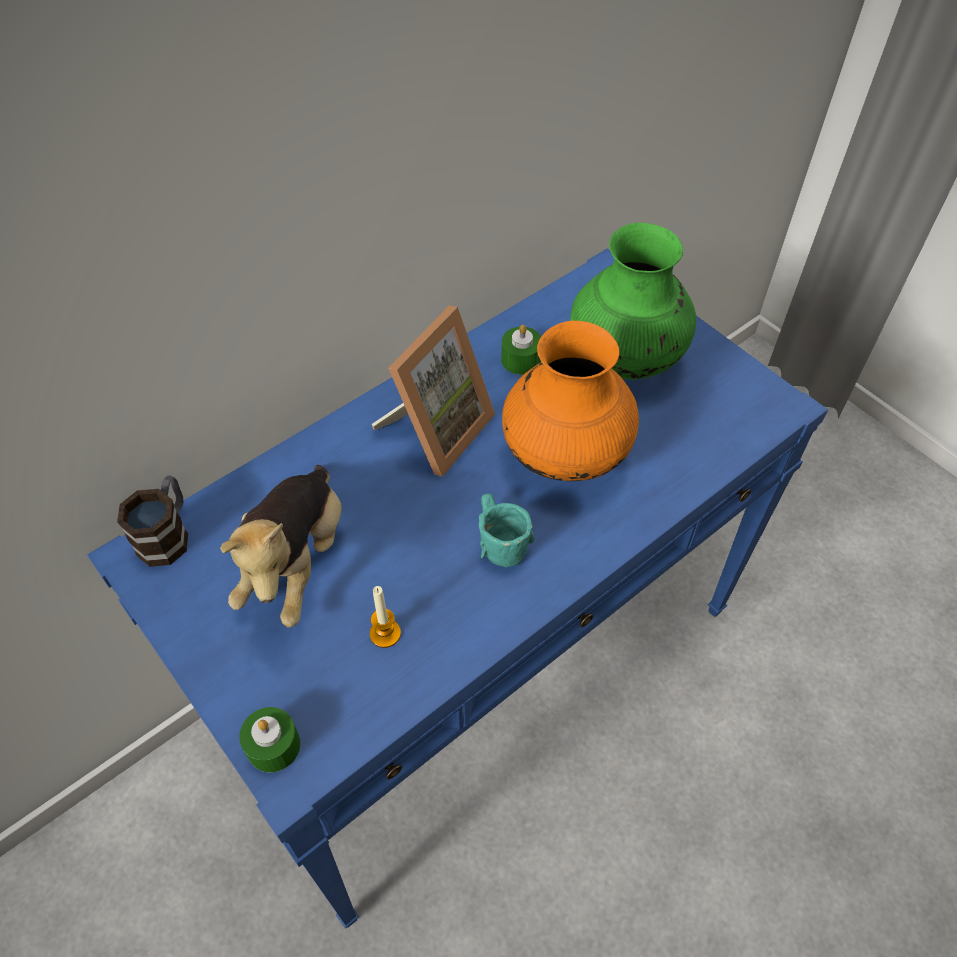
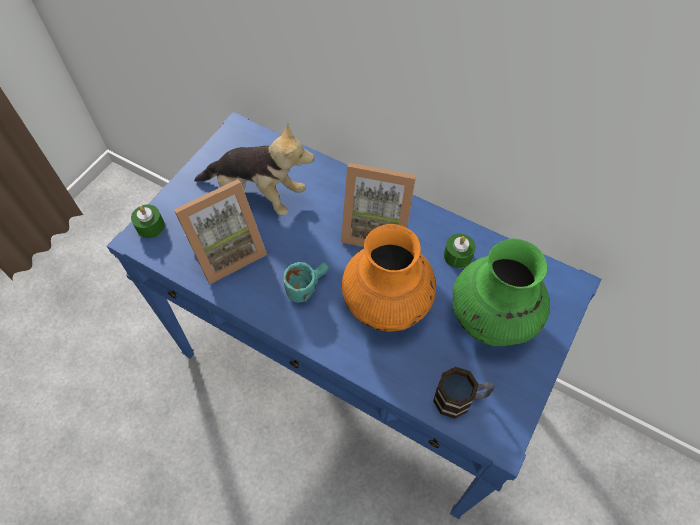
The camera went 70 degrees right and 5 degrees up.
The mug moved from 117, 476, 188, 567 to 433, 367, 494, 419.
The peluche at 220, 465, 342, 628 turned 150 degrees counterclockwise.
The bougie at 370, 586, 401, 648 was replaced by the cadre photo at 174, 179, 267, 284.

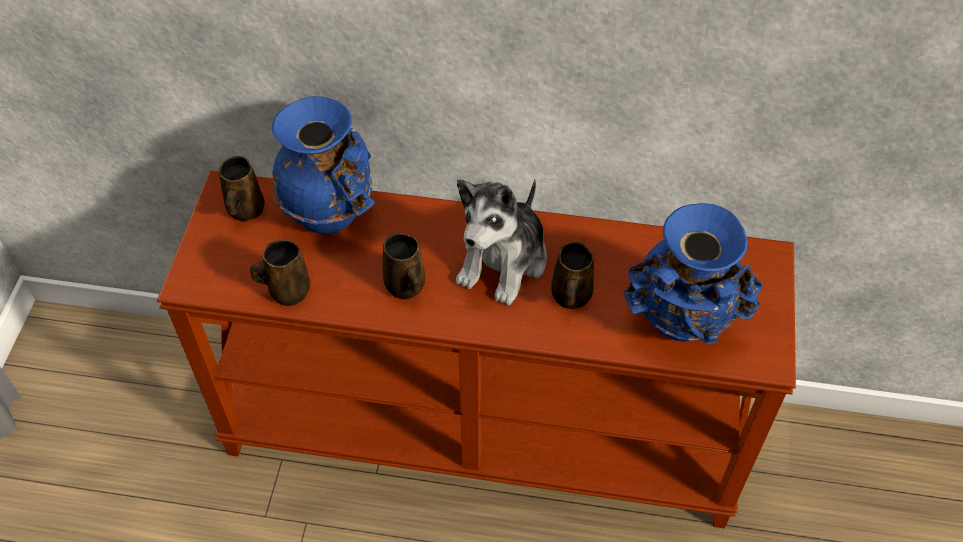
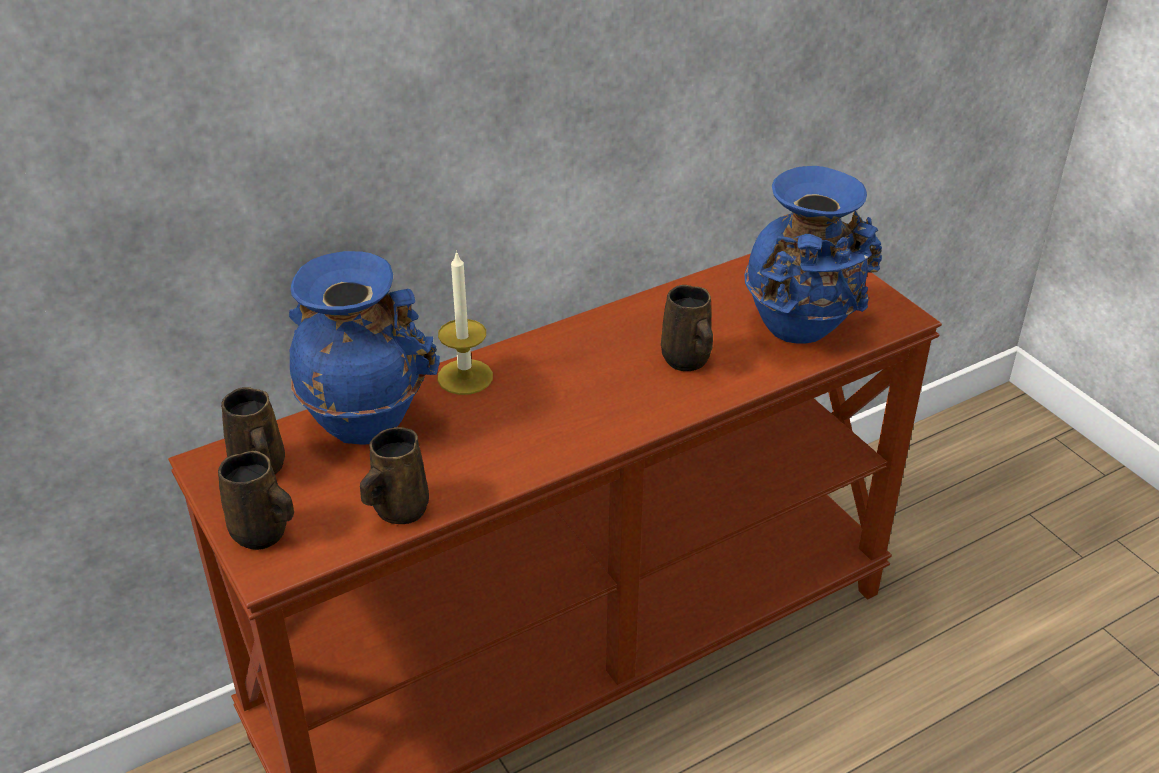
The camera went 40 degrees left and 15 degrees down.
The mug/marron moved from 382, 233, 425, 299 to 218, 451, 294, 550.
The peluche at 456, 179, 547, 305 disappeared.
The bougie at 438, 250, 493, 395 appeared.

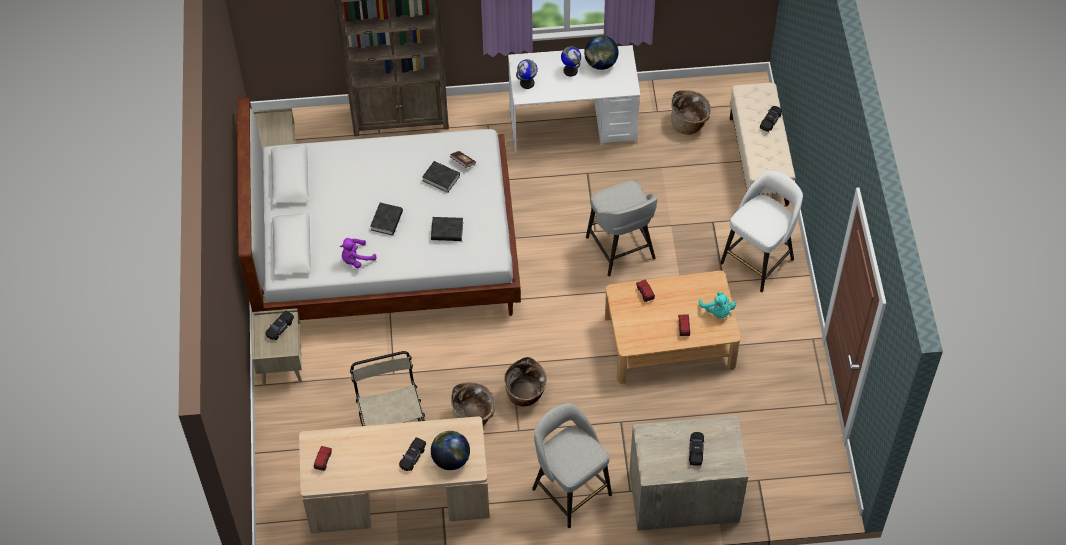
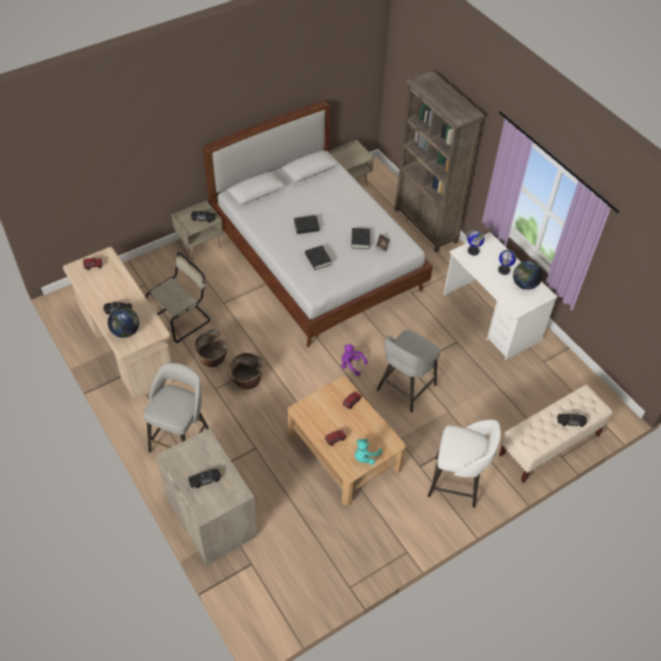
The camera went 60 degrees right and 5 degrees down.
The peluche/violet moved from 340, 238, 377, 268 to 341, 344, 368, 376.
The panier at 671, 90, 711, 135 disappeared.

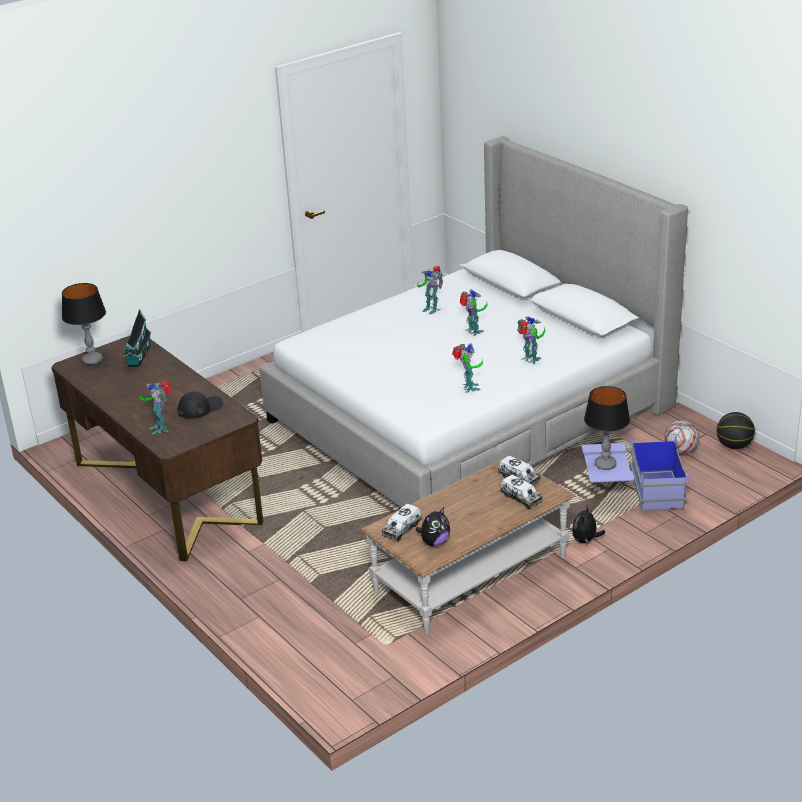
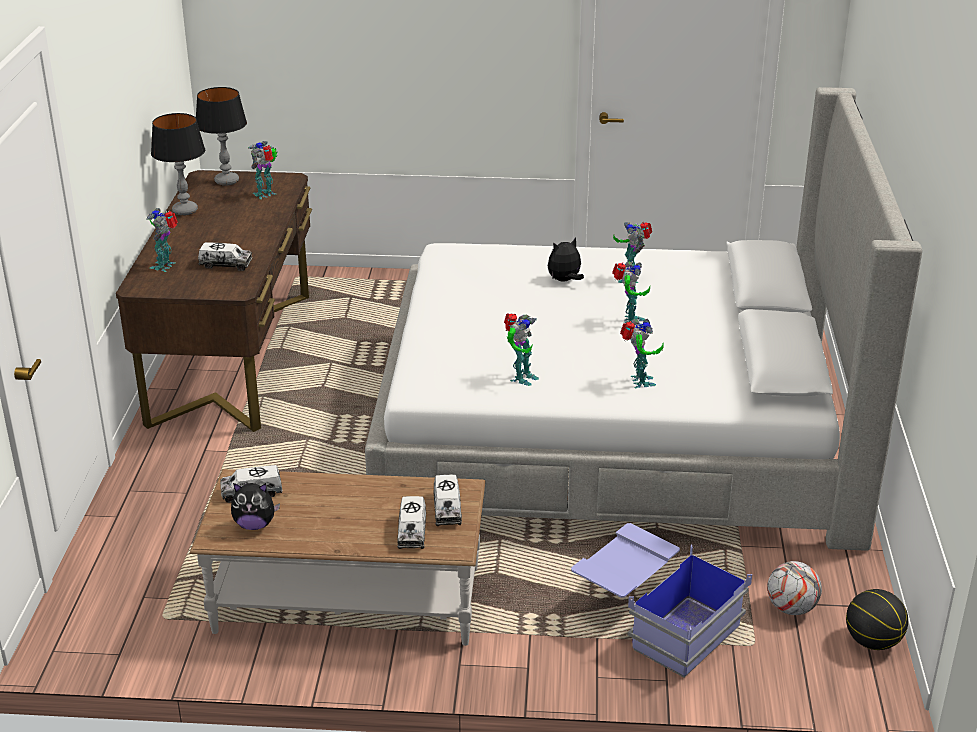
The camera went 40 degrees right and 0 degrees up.
The maison miniature at 123, 309, 151, 367 was replaced by the robot jouet at 248, 141, 277, 199.
The casquette/noir at 178, 391, 223, 419 was replaced by the camion jouet at 198, 242, 252, 271.
The peluche moved from 572, 506, 605, 544 to 548, 237, 584, 281.
The lampe de table moved from 584, 386, 630, 470 to 151, 113, 205, 215.

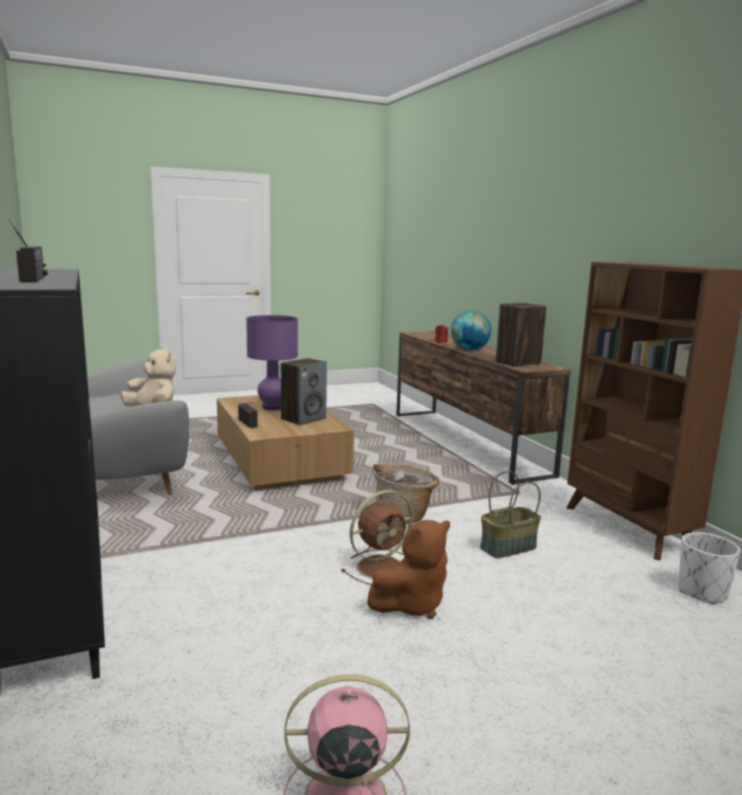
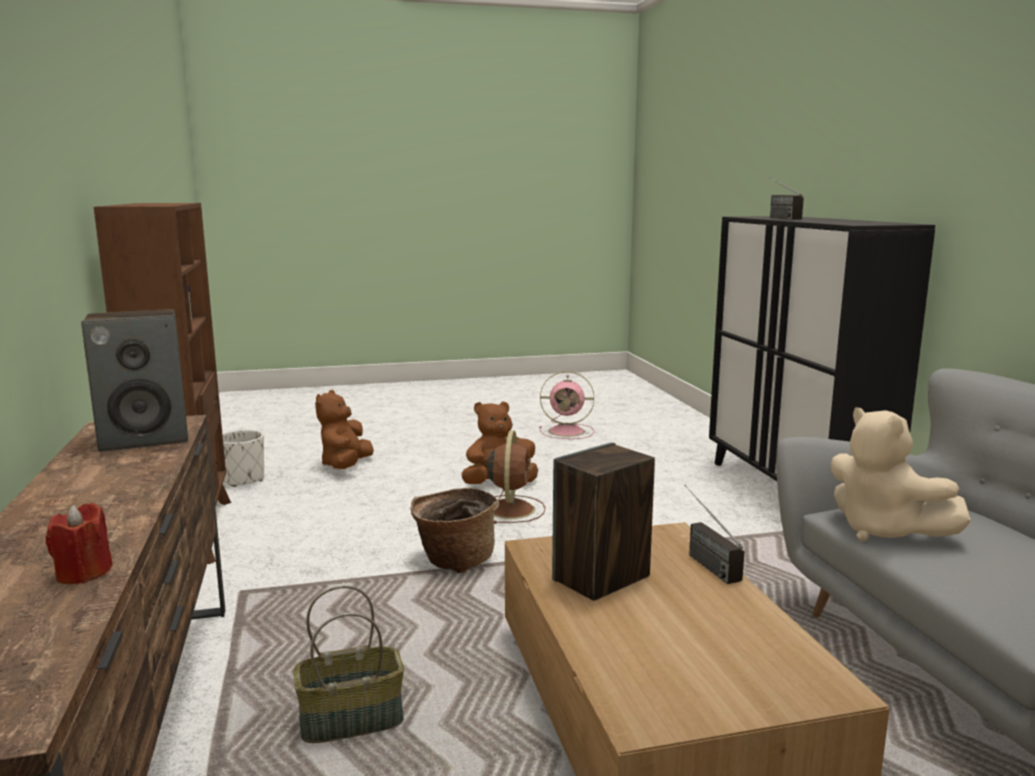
The camera went 170 degrees left and 0 degrees up.
The lampe de table/violet at 246, 315, 298, 410 disappeared.
The ventilateur/marron at 341, 490, 413, 585 turned 120 degrees clockwise.
The globe at 451, 310, 491, 351 disappeared.
The panier moved from 480, 471, 541, 558 to 293, 585, 404, 743.
The peluche/marron at 315, 390, 374, 469 appeared.

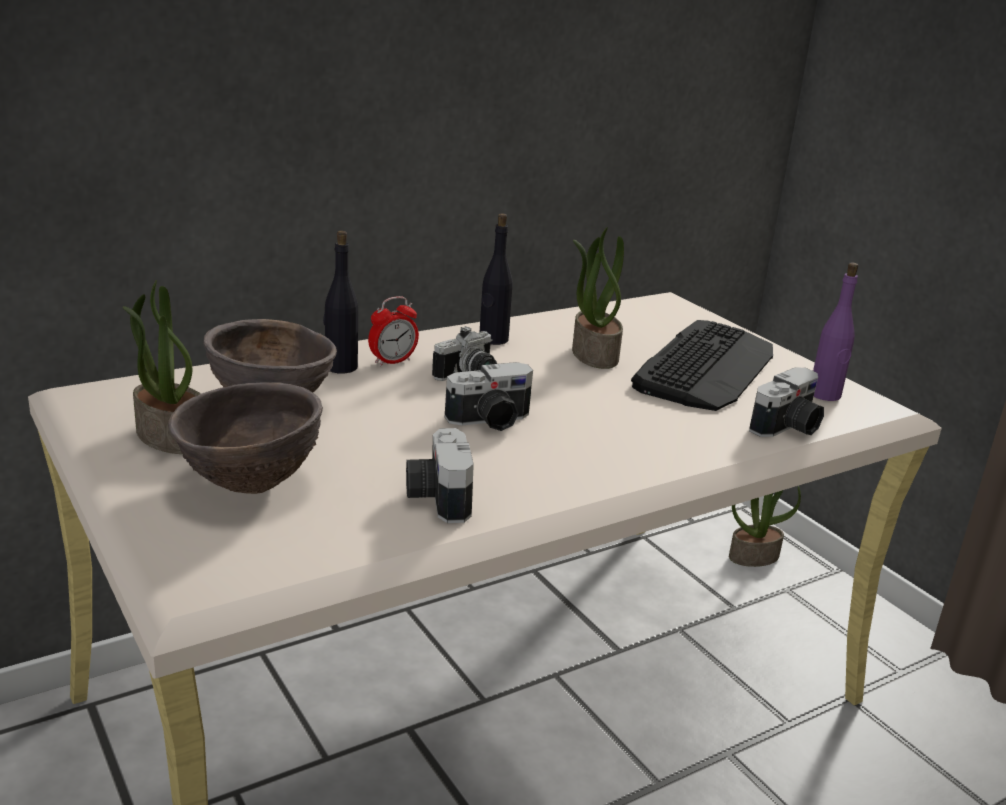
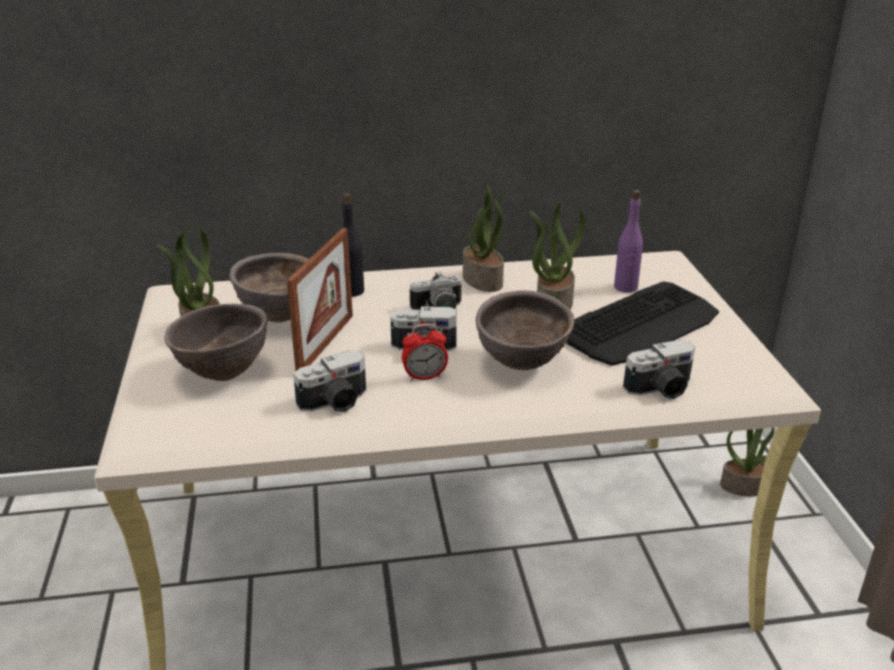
The camera went 25 degrees right and 5 degrees up.
The réveil moved from 368, 296, 419, 367 to 402, 324, 448, 381.
The appareil photo at 406, 428, 474, 523 turned 135 degrees counterclockwise.
The bouteille/noir at 480, 213, 513, 345 was replaced by the plante en pot at 463, 185, 509, 292.
The bouteille/violet moved from 813, 263, 858, 401 to 614, 190, 643, 293.
The cadre photo at 287, 228, 353, 371 appeared.
The bol/marron at 476, 290, 575, 371 appeared.

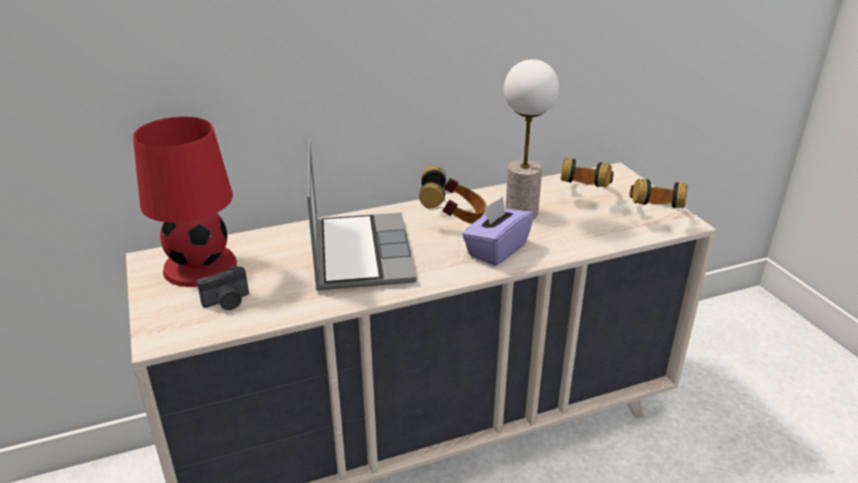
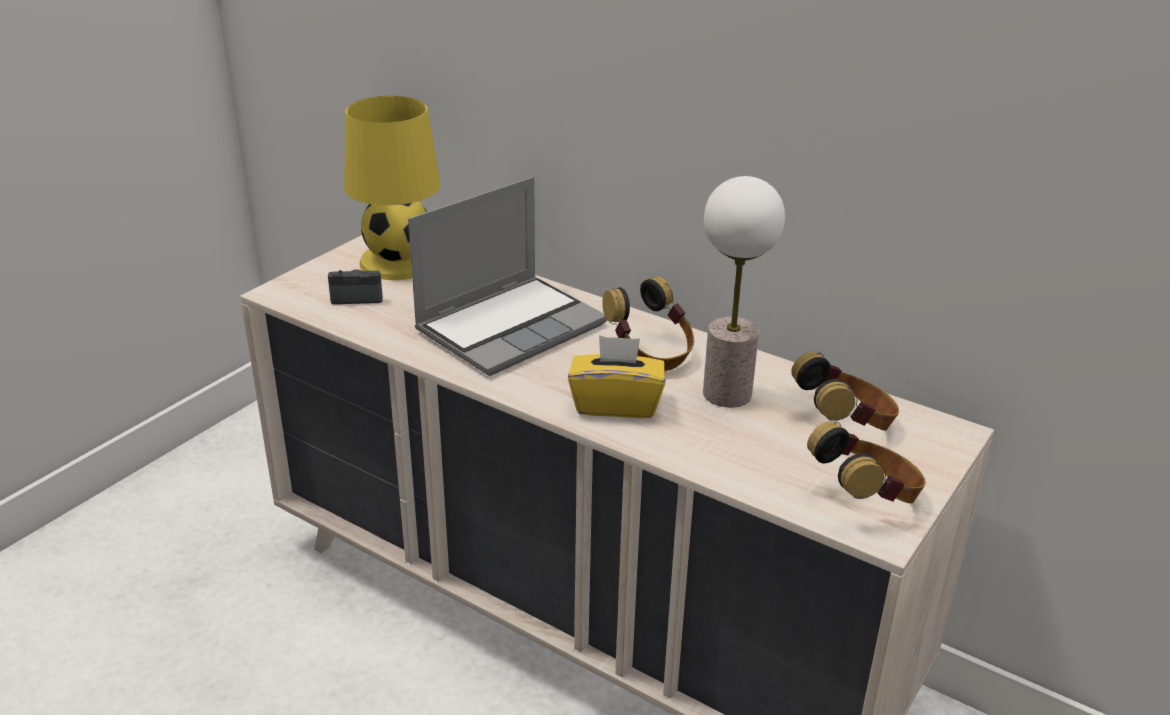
The camera went 55 degrees right and 0 degrees up.
The lampe de table/rouge at 133, 117, 237, 287 became the lampe de table/jaune at 344, 96, 441, 280.
The appareil photo at 197, 266, 249, 310 turned 150 degrees clockwise.
The boîte à mouchoirs/violet at 462, 197, 534, 266 became the boîte à mouchoirs/jaune at 568, 335, 665, 418.

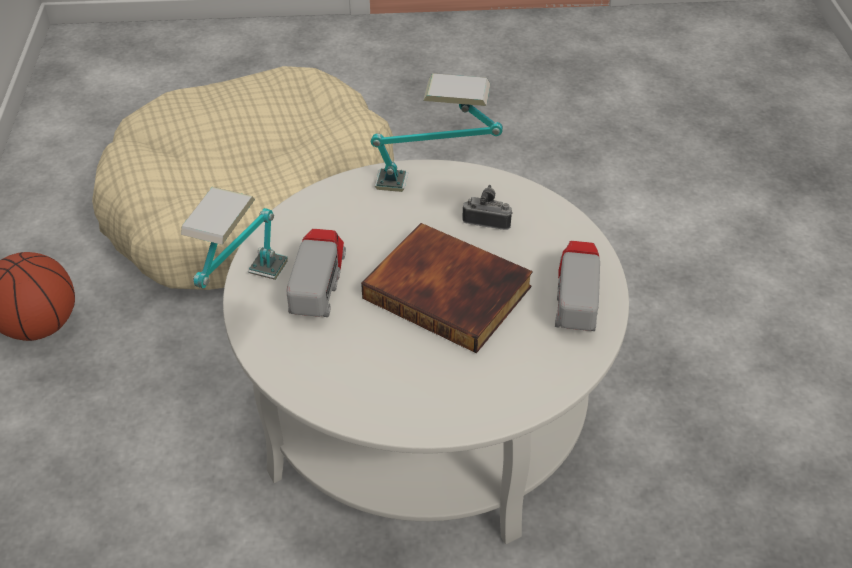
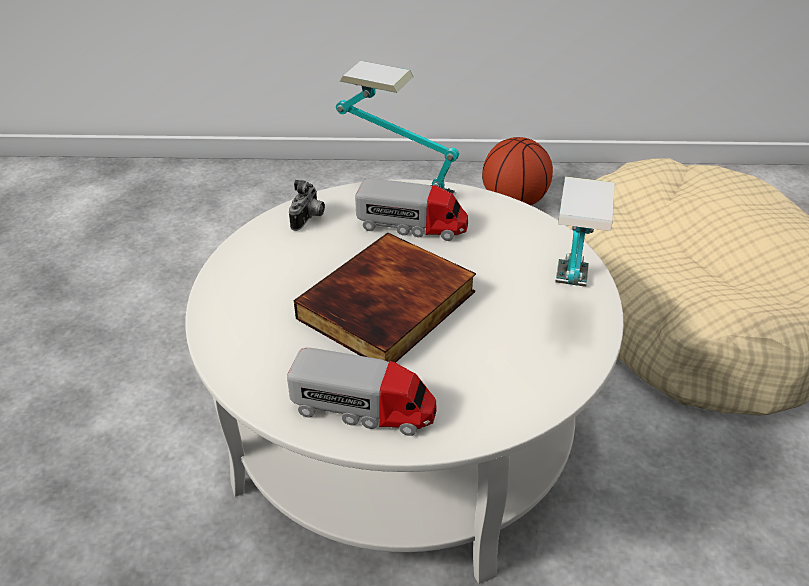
The camera went 95 degrees right and 5 degrees down.
The appareil photo moved from 462, 185, 513, 230 to 289, 180, 325, 231.

